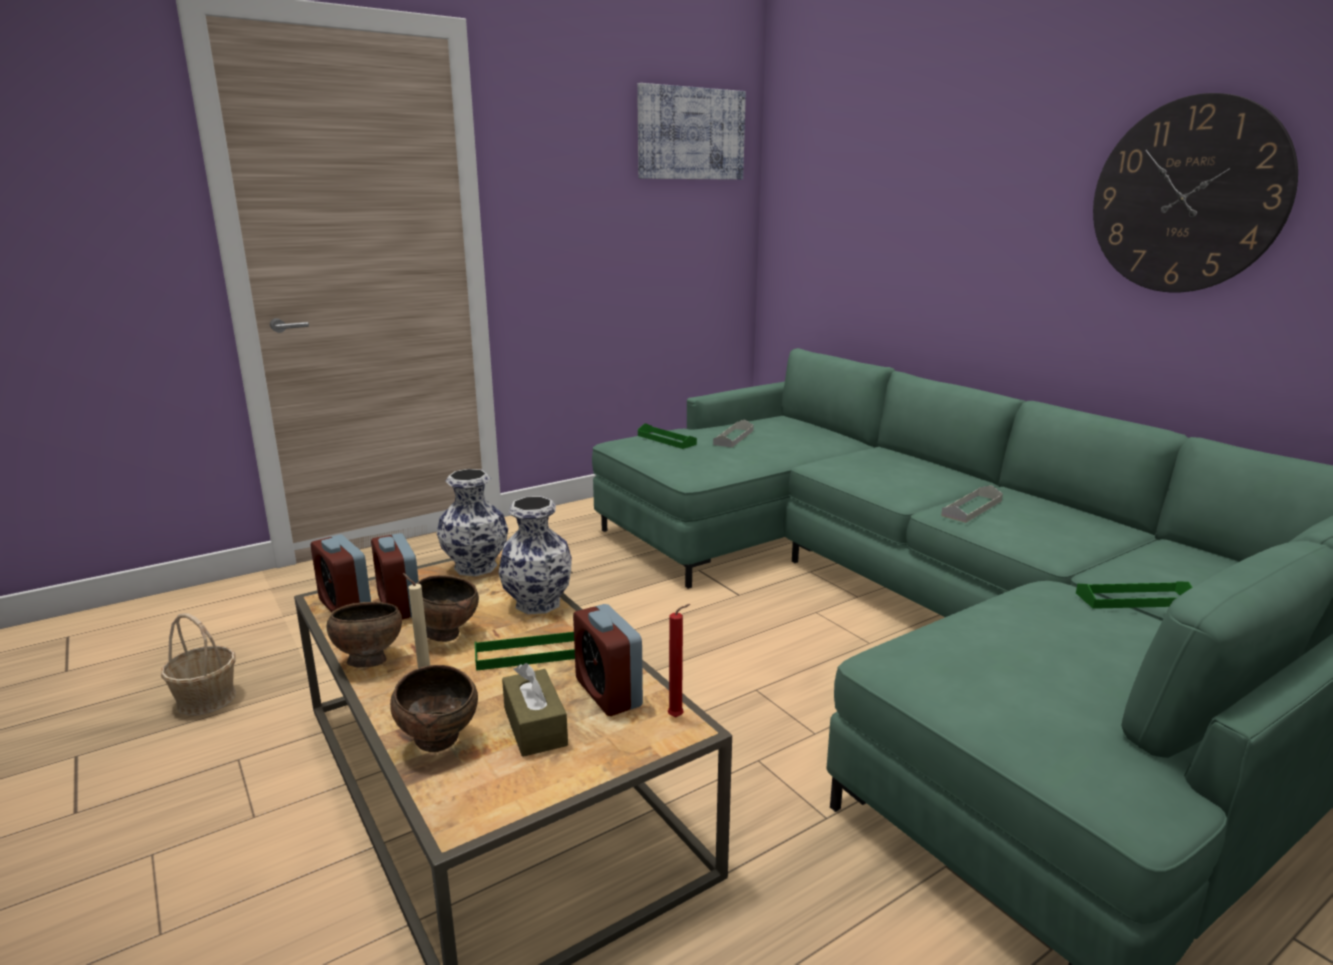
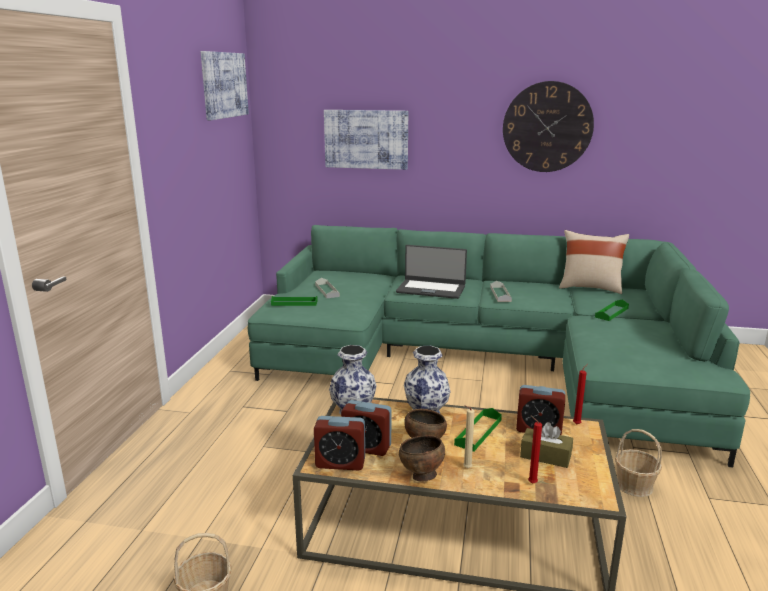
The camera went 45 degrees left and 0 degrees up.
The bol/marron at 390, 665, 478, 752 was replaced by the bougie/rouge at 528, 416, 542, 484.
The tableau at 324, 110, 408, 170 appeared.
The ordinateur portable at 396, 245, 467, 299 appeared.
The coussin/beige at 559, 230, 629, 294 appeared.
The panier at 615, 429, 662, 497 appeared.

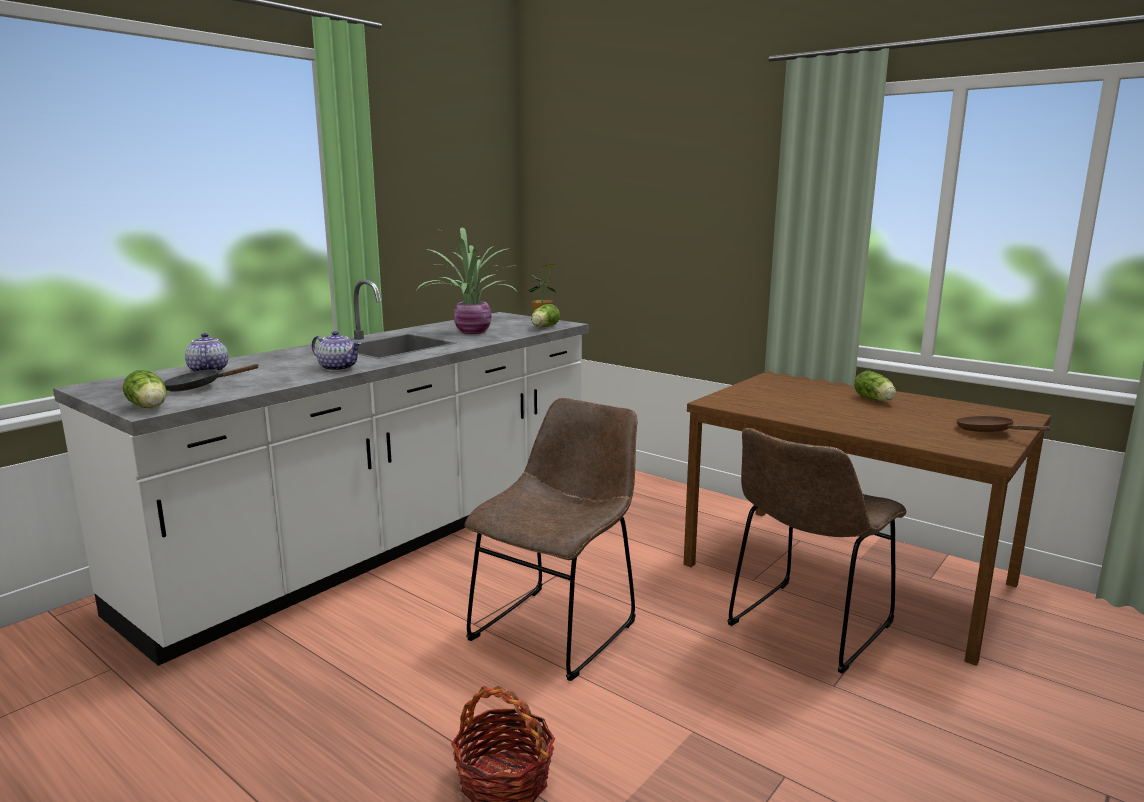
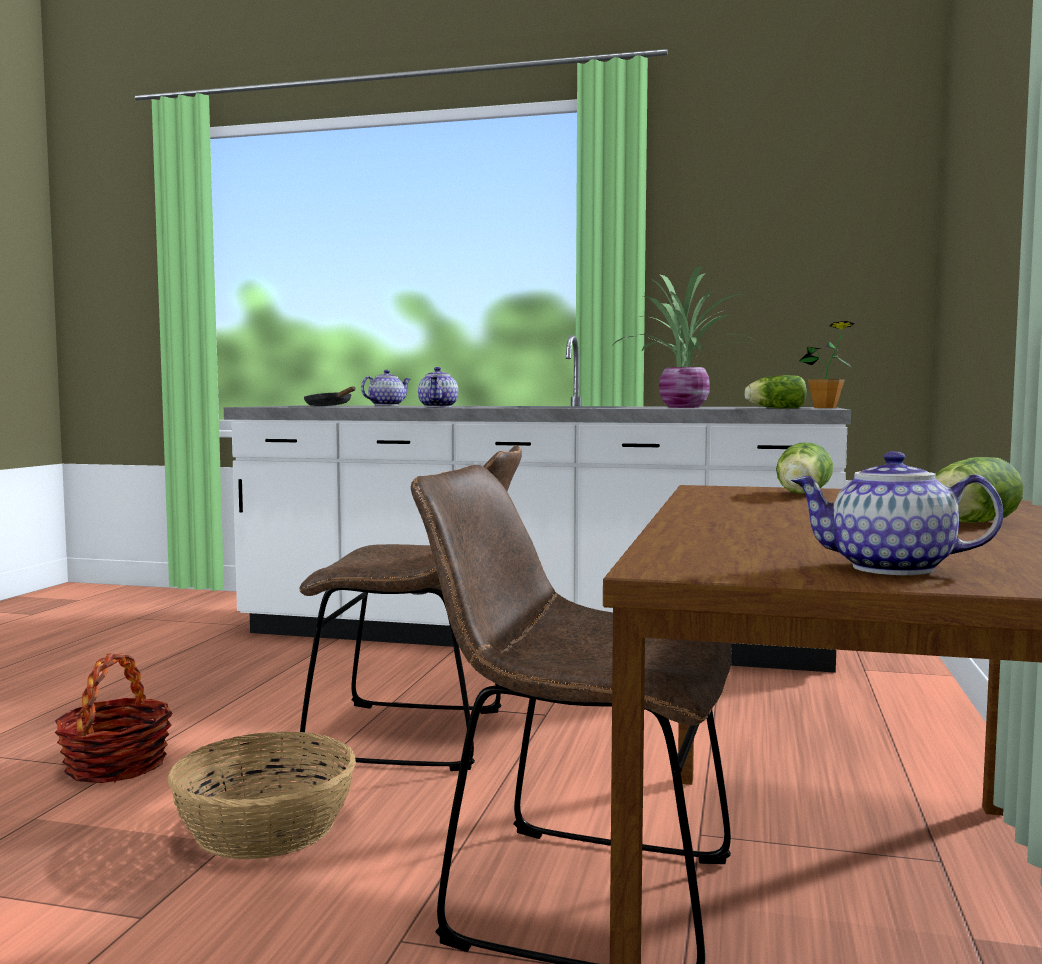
The camera went 65 degrees right and 10 degrees down.
The laitue moved from 123, 370, 167, 408 to 776, 443, 833, 494.
The poêle/marron at 956, 416, 1051, 432 was replaced by the théière at 791, 451, 1003, 575.
The panier at 168, 732, 356, 860 appeared.

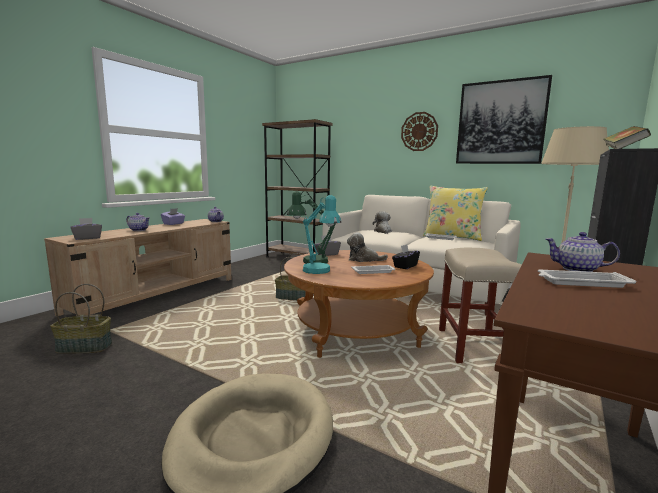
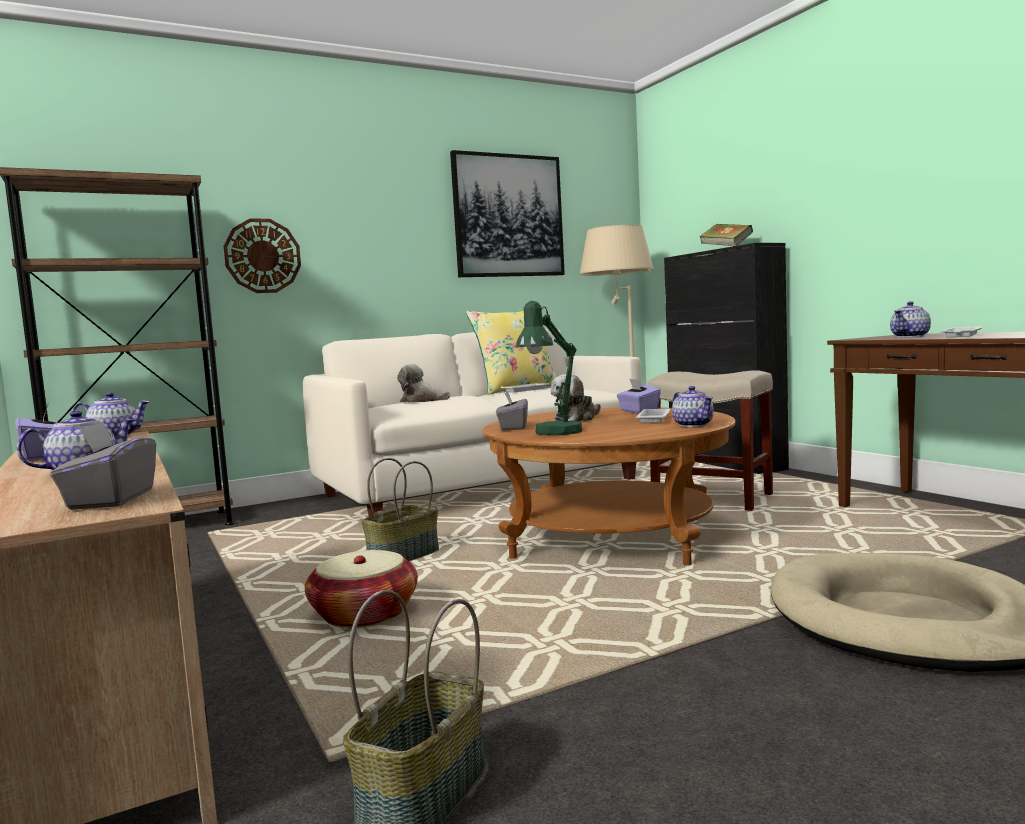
The camera went 60 degrees left and 5 degrees down.
The lampe de table/turquoise at 303, 195, 341, 274 disappeared.
The boîte à mouchoirs/noir at 392, 244, 420, 269 became the boîte à mouchoirs/violet at 617, 378, 661, 413.
The horloge murale moved from 401, 112, 438, 151 to 224, 218, 301, 293.
The panier at 305, 550, 418, 628 appeared.
The théière at 672, 386, 714, 427 appeared.

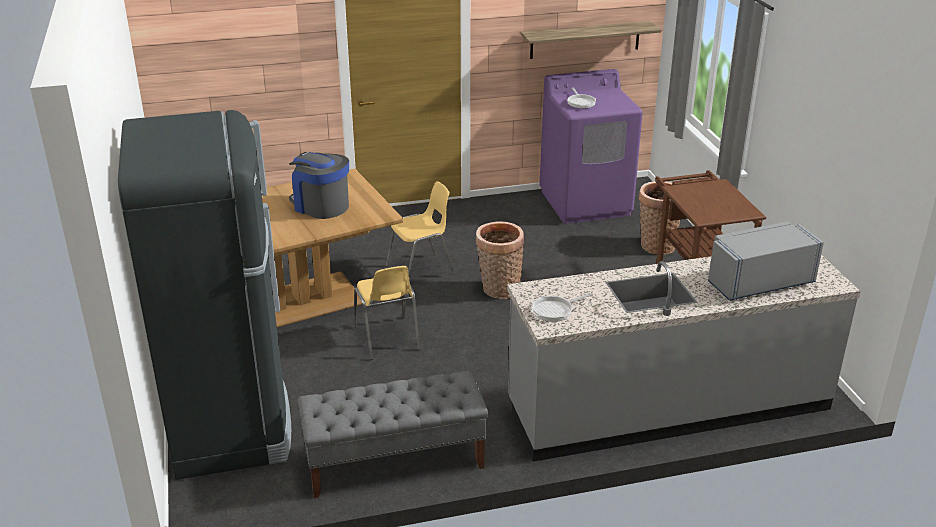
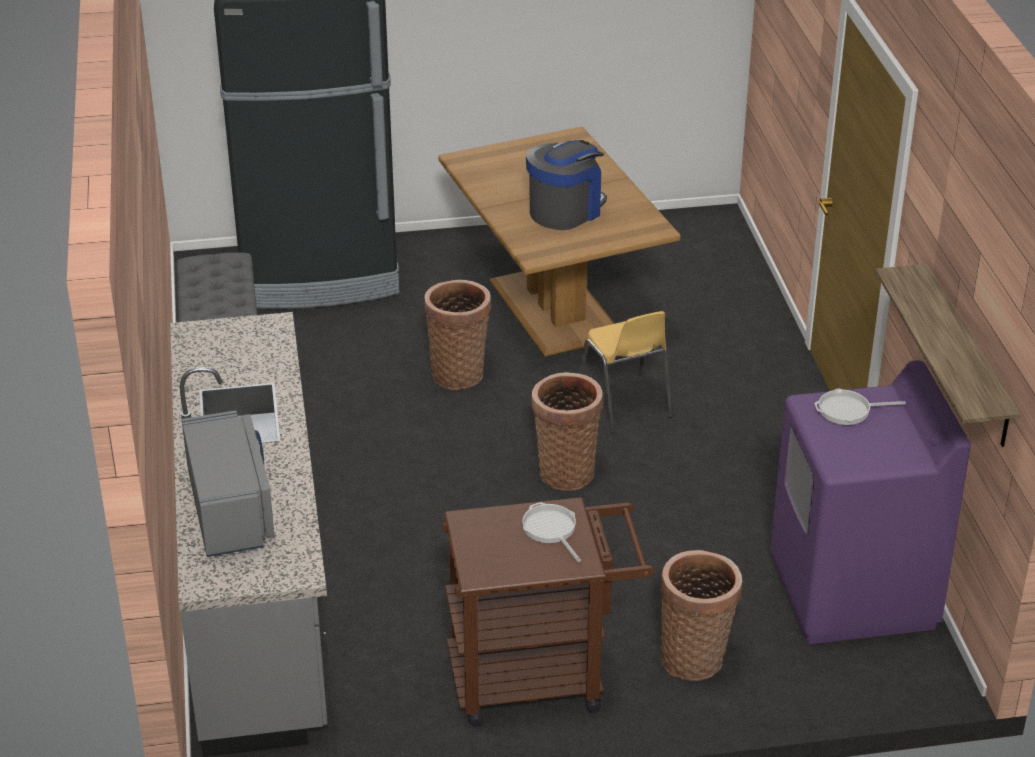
The camera went 95 degrees right and 5 degrees up.
The chaise/jaune at 354, 266, 420, 360 was replaced by the panier at 424, 280, 491, 390.
The poêle moved from 531, 293, 592, 322 to 522, 502, 581, 562.

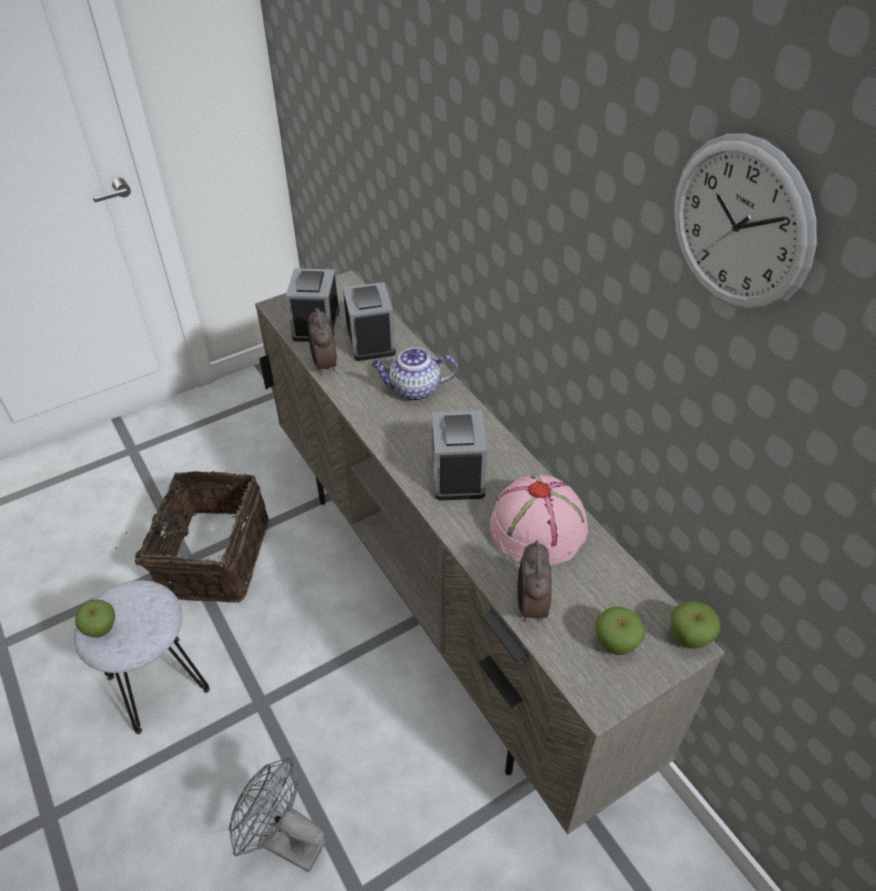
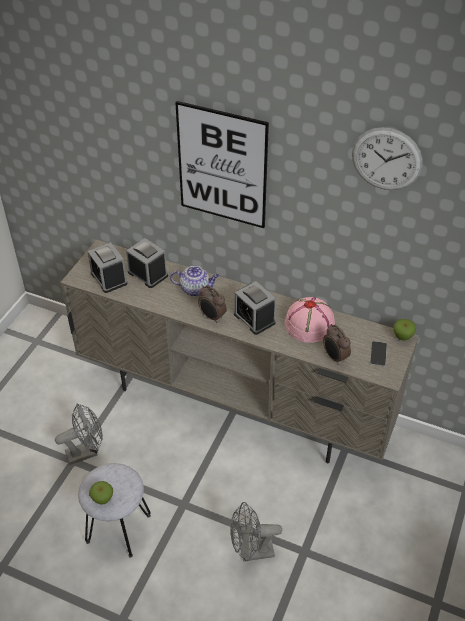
The camera went 35 degrees left and 0 degrees up.
The panier at 115, 471, 269, 603 was replaced by the ventilateur/gris at 55, 403, 103, 465.
The réveil moved from 309, 308, 337, 375 to 198, 285, 227, 323.
The théière at 371, 347, 457, 401 turned 135 degrees counterclockwise.
The pomme at 595, 607, 645, 655 was replaced by the téléphone at 370, 341, 387, 367.
The tableau at 175, 101, 269, 228 appeared.

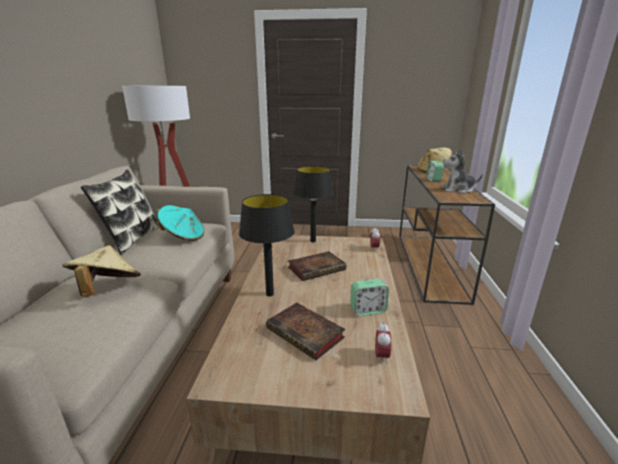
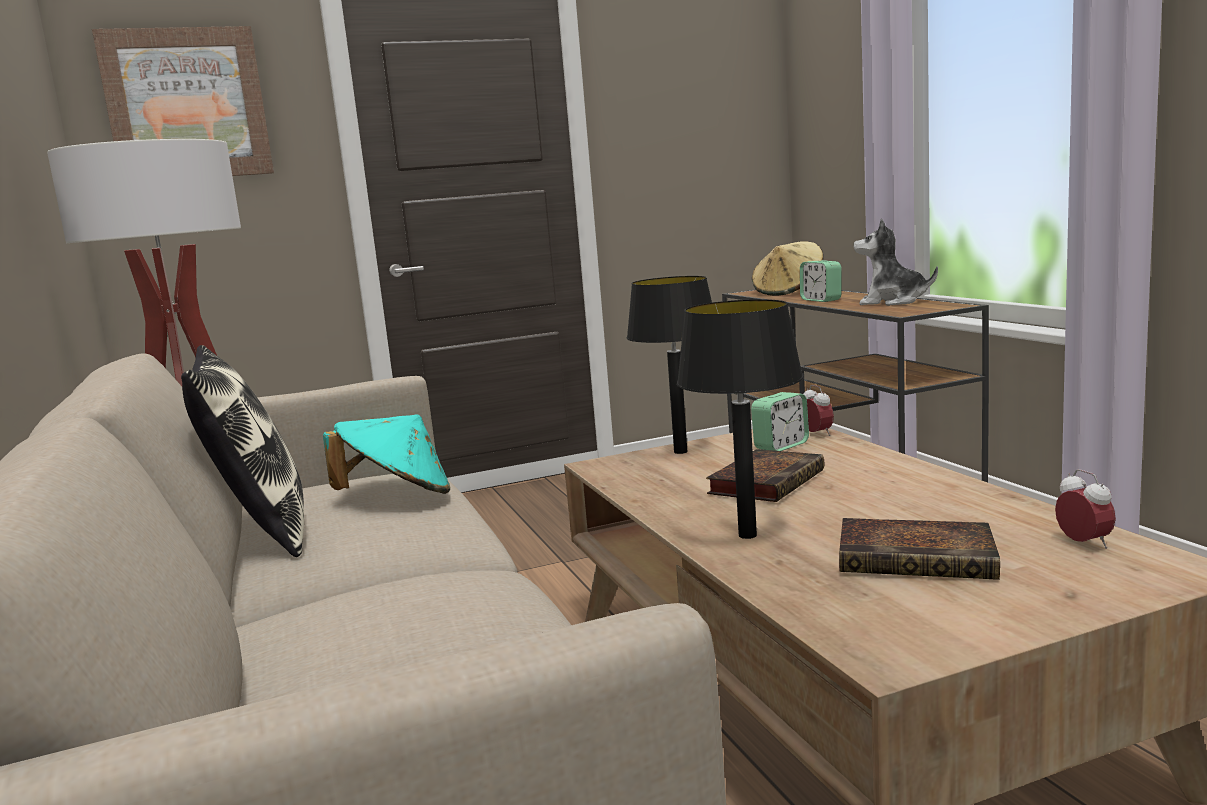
The camera went 25 degrees left and 10 degrees down.
The chapeau/beige at 62, 245, 141, 297 disappeared.
The réveil moved from 350, 279, 389, 316 to 751, 392, 809, 451.
The peluche at 441, 149, 483, 193 turned 45 degrees clockwise.
The tableau at 92, 26, 274, 176 appeared.

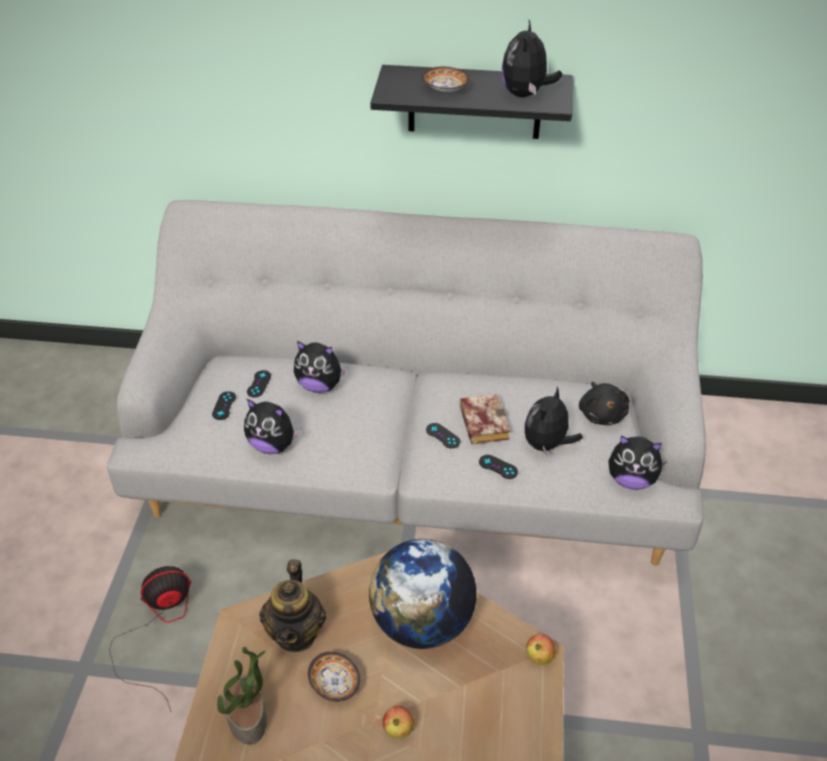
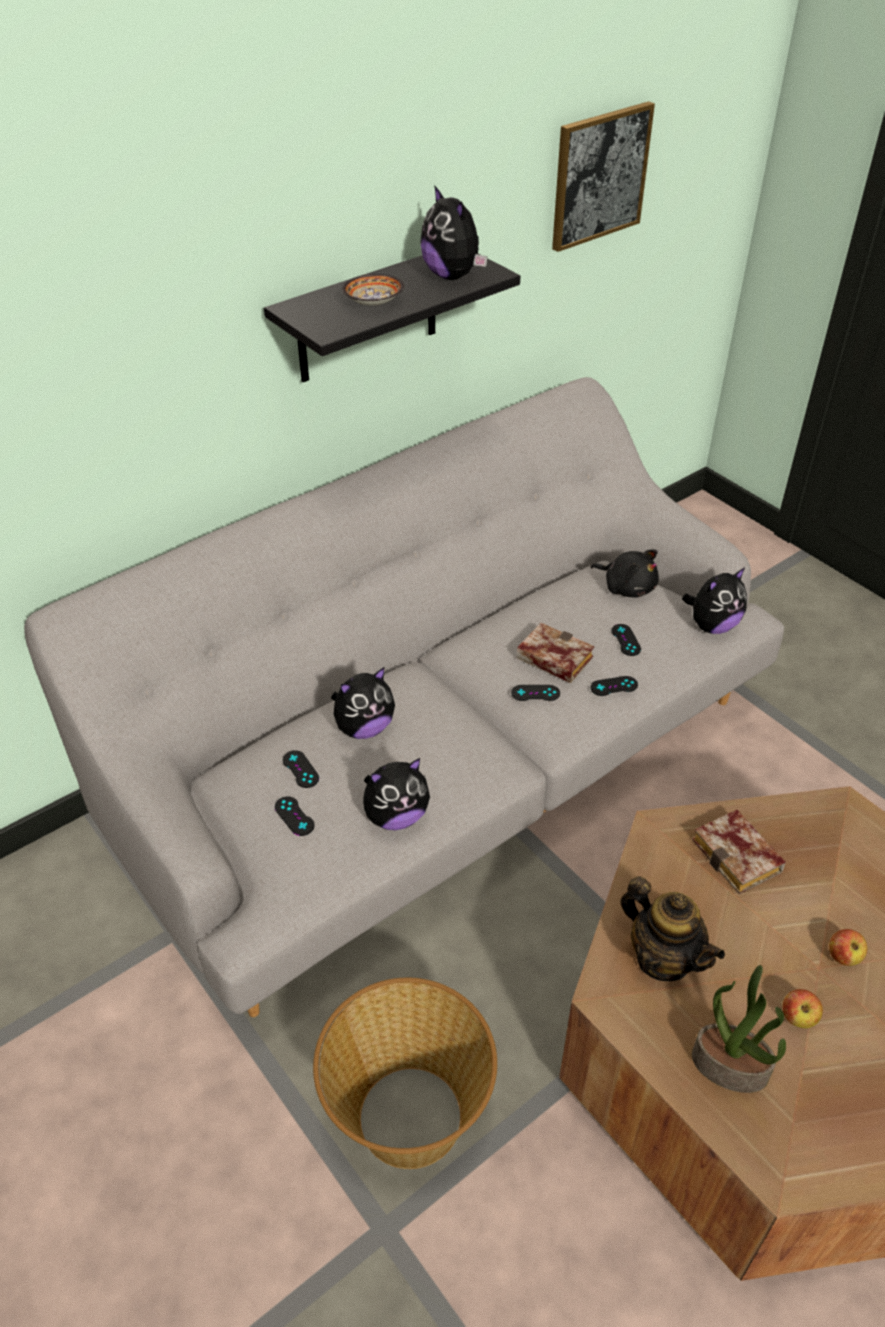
The camera went 45 degrees left and 0 degrees up.
The ventilateur at 109, 566, 191, 712 was replaced by the panier at 313, 978, 497, 1169.
The bol at 308, 652, 360, 702 disappeared.
The globe at 369, 539, 477, 649 was replaced by the livre at 692, 810, 786, 894.
The peluche at 524, 386, 583, 456 was replaced by the manette/noir at 611, 624, 641, 656.
The pomme moved from 526, 634, 556, 665 to 782, 989, 823, 1028.
The tableau at 552, 101, 655, 252 appeared.

